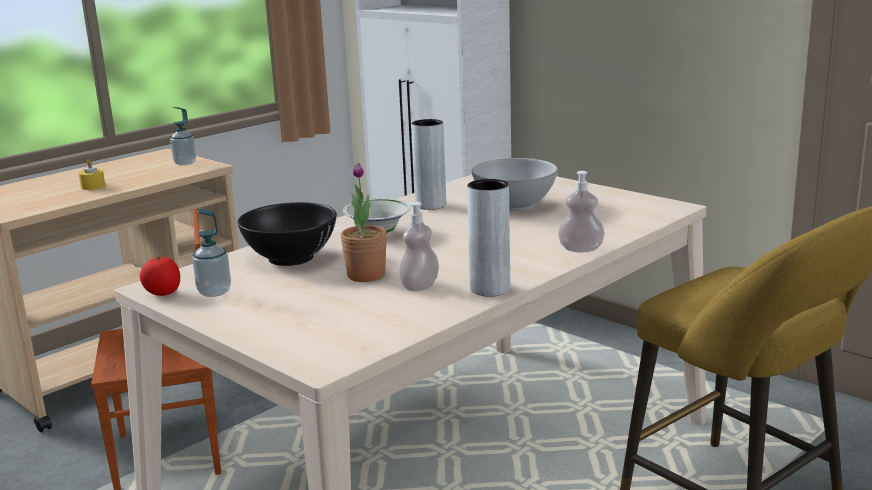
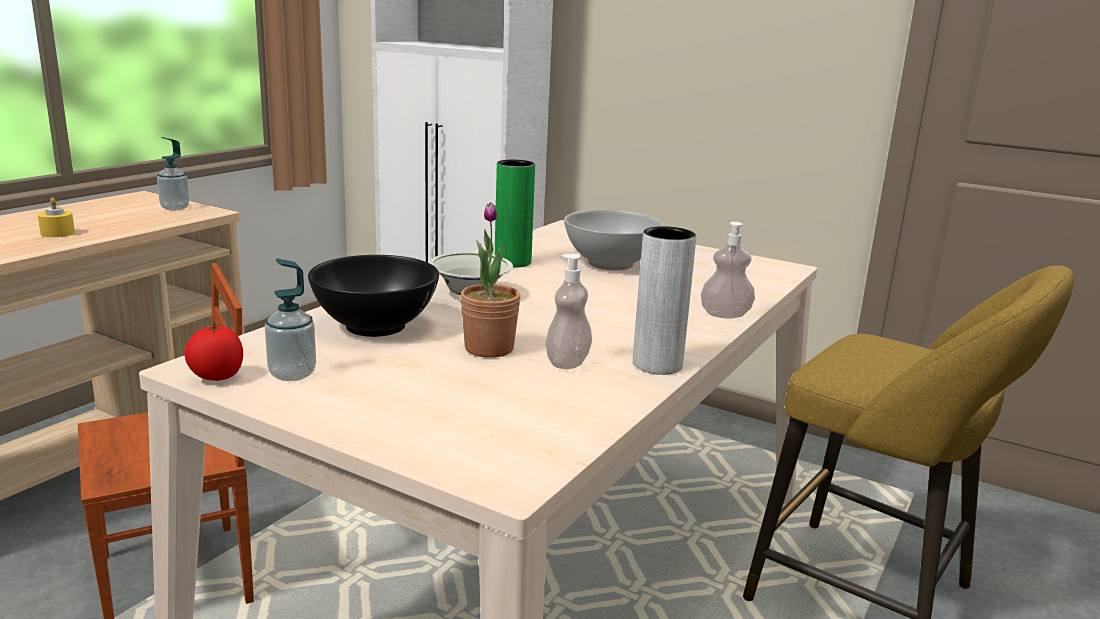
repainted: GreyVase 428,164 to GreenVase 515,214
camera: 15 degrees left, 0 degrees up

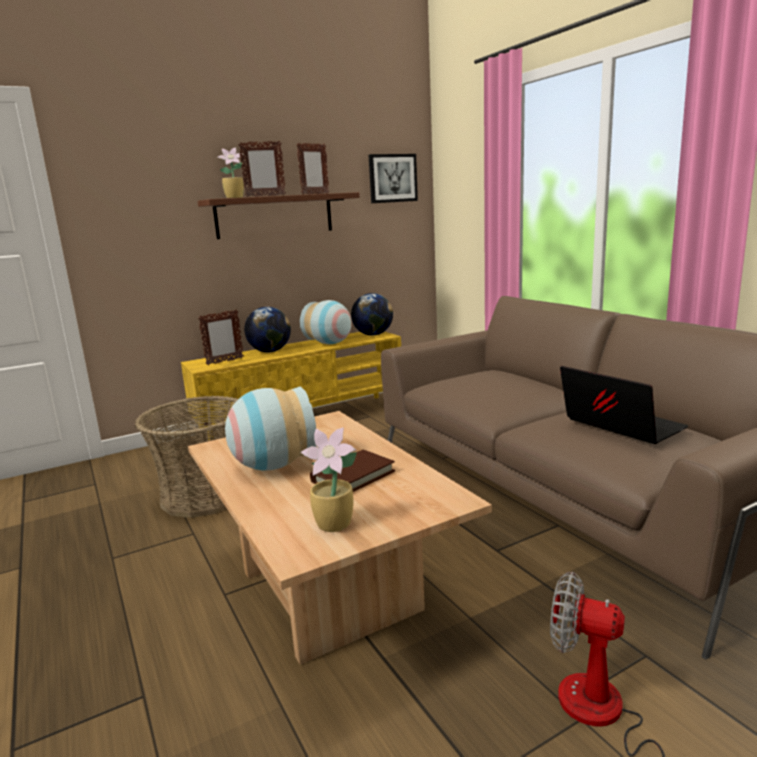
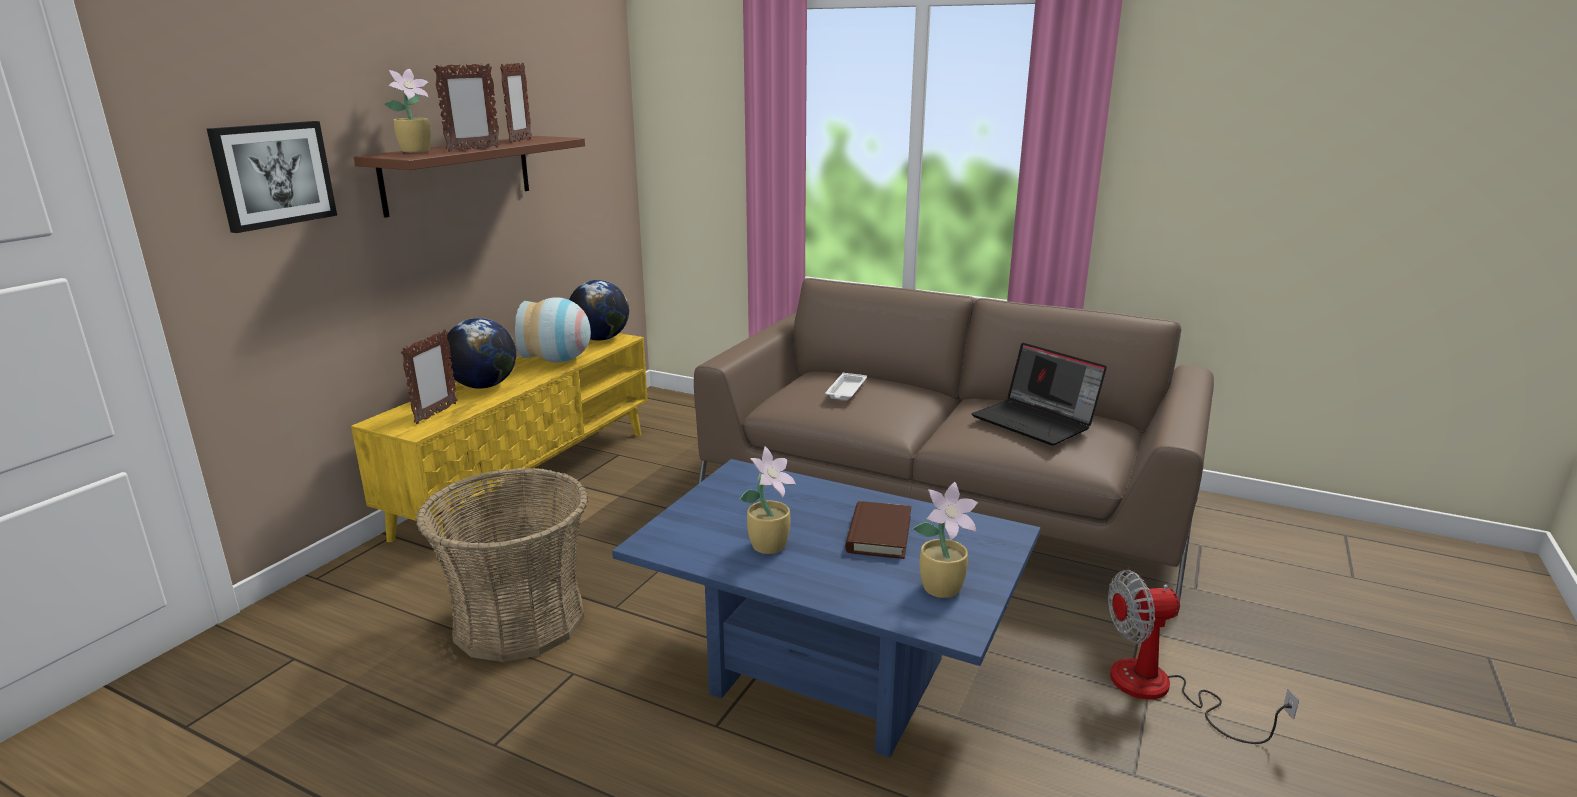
new: WhiteTray 846,386
shifted: Picture 393,178 to 272,177
swapped: Vase 271,429 to PottedPlant 768,500
repainted: BeigeCoffeeTable 340,538 to BlueCoffeeTable 826,608
rotated: Laptop 624,405 = 1039,394 150 degrees counterclockwise
camera: 35 degrees left, 5 degrees up

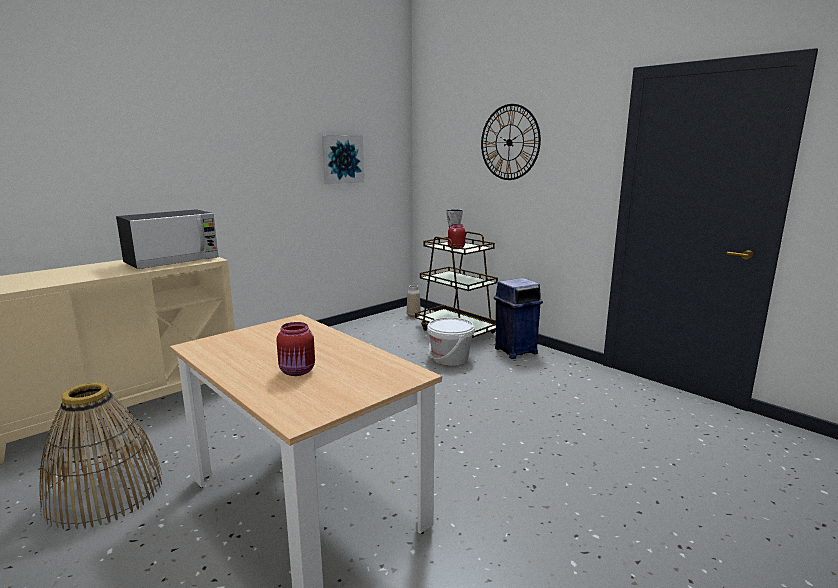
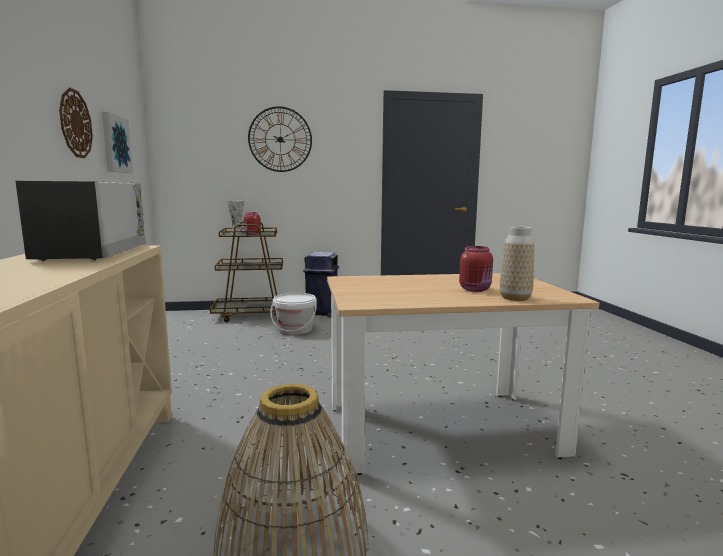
new: WallClock 76,122
shifted: Vase 414,301 to 517,263
camera: 55 degrees left, 5 degrees down

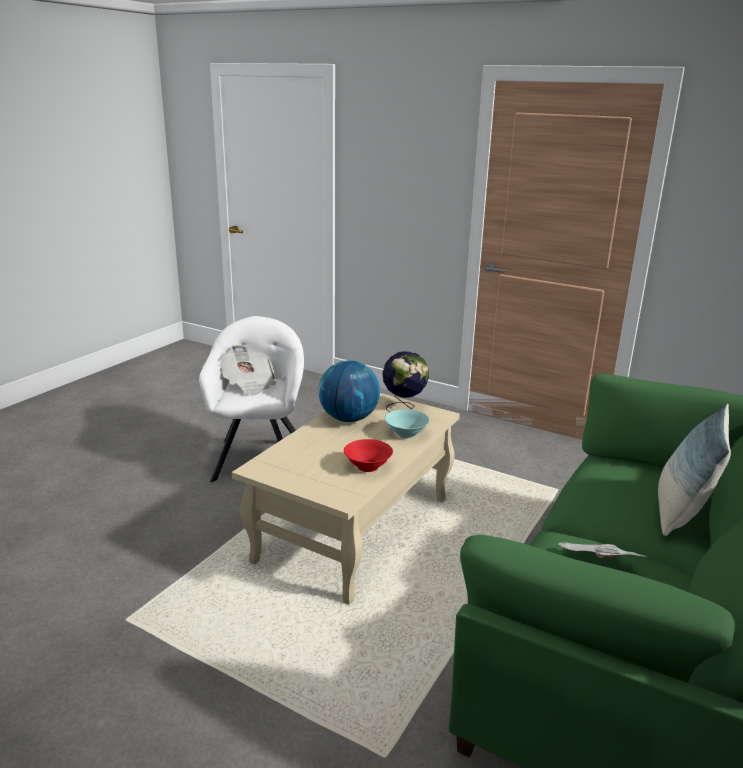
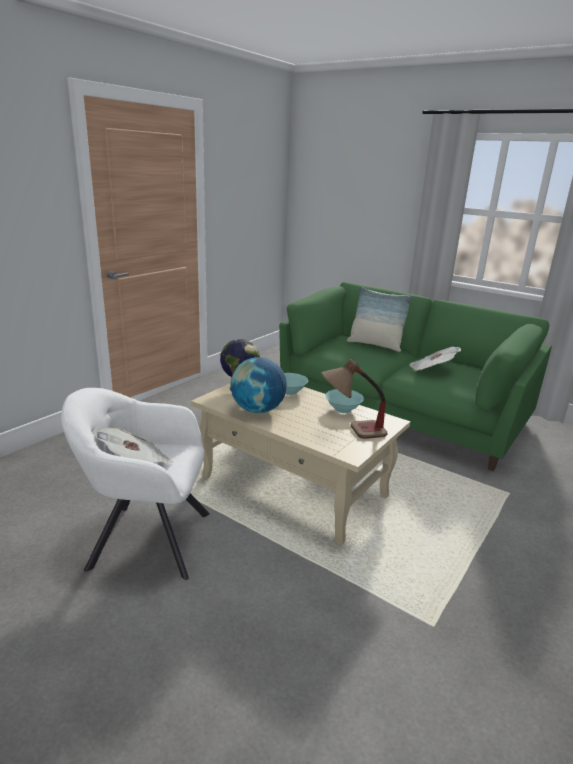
new: TableLamp 354,399
repainted: RedBowl 368,455 to TurquoiseBowl 344,401
camera: 85 degrees left, 0 degrees up

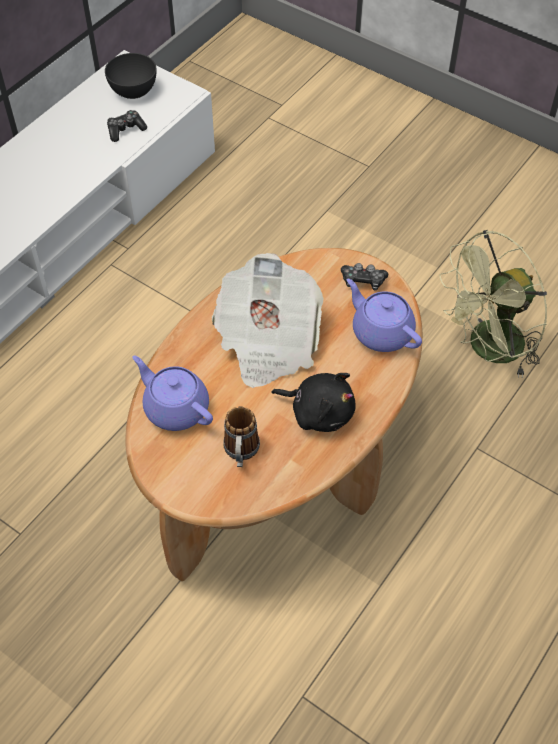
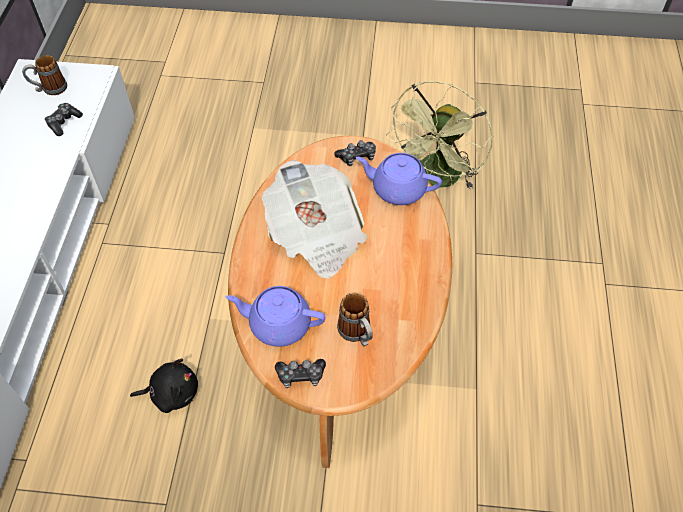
new: GameController 300,373
shifted: BlackPlushToy 313,402 to 164,386
swapped: GreyBowl 130,76 to Mug 44,75
camera: 30 degrees left, 0 degrees up

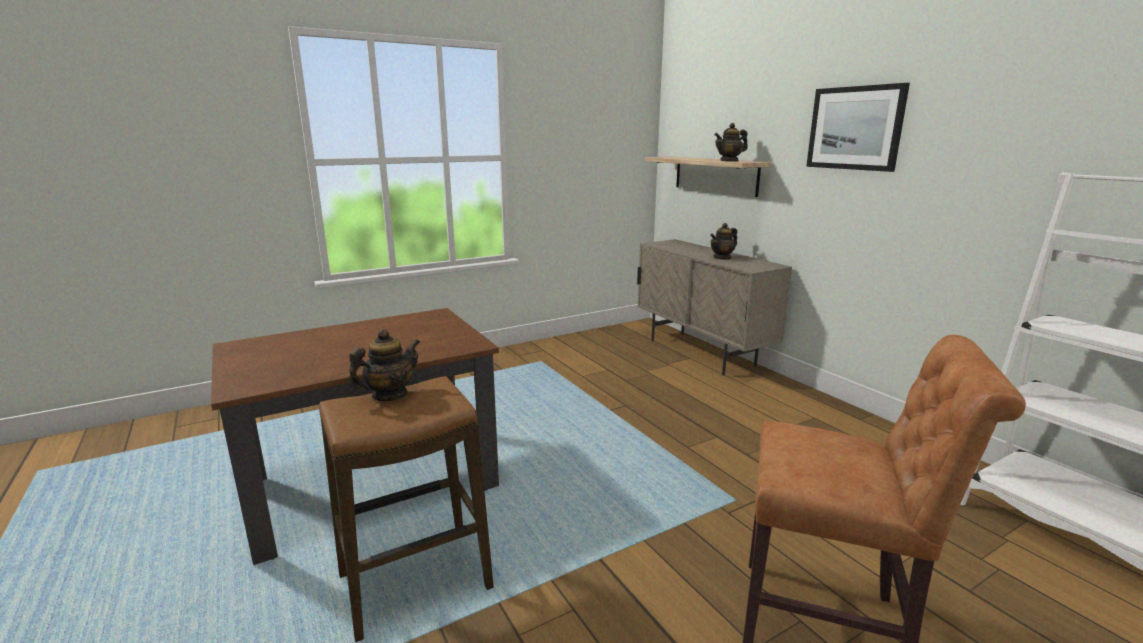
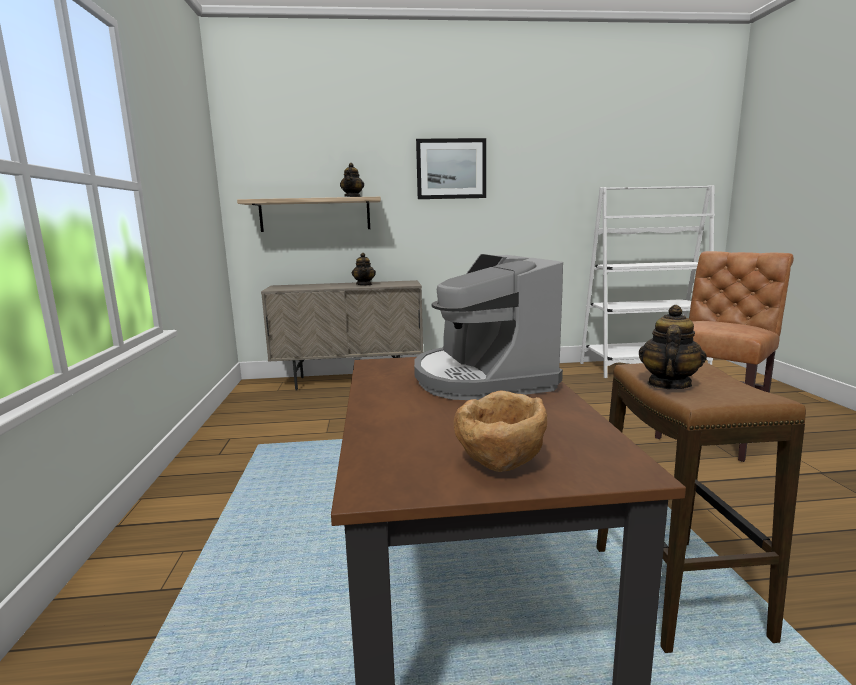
new: CoffeeMachine 488,327; BrownBowl 500,431
rotated: Teapot 384,365 = 673,347 45 degrees clockwise
camera: 65 degrees left, 5 degrees down

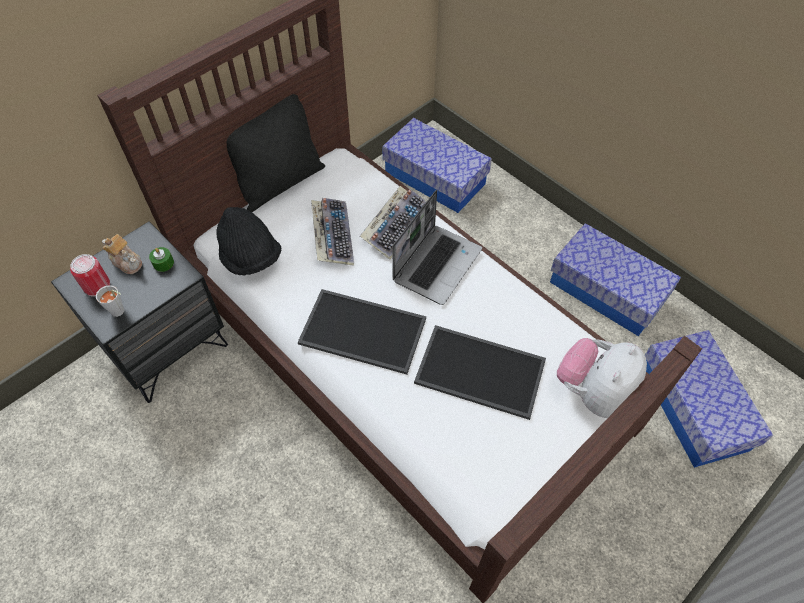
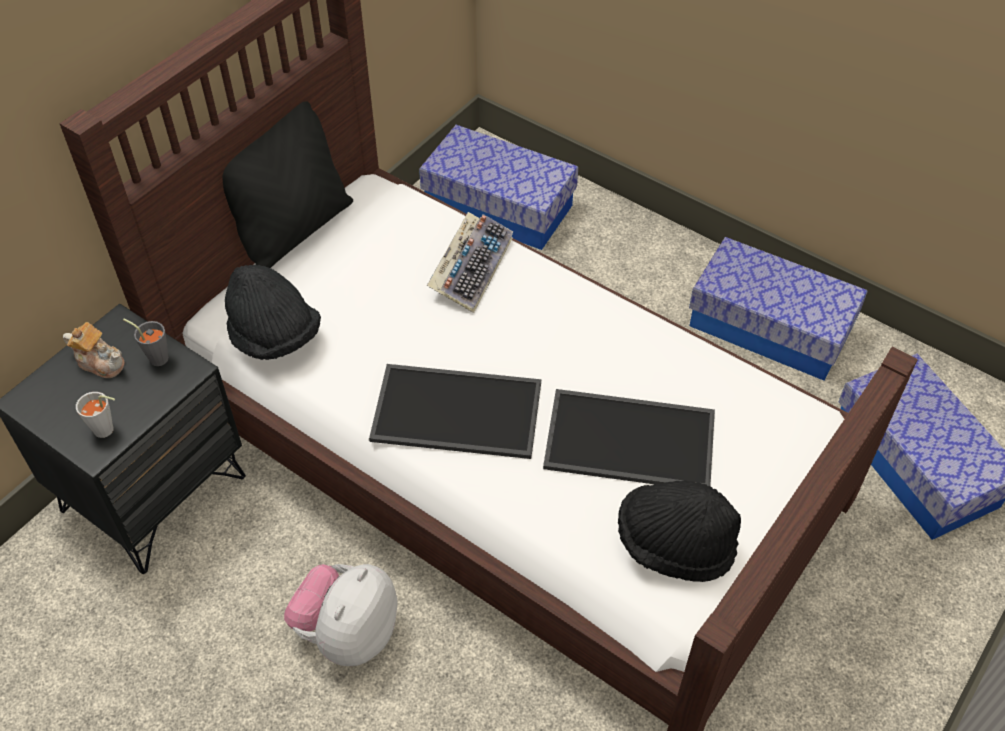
gone: Can 90,275; Keyboard 332,231; Laptop 437,247
new: BlackHat 679,531
shifted: PlushToy 602,378 to 341,615
swapped: GreenCandle 161,259 to GreyCup 146,342
camera: 10 degrees left, 5 degrees down

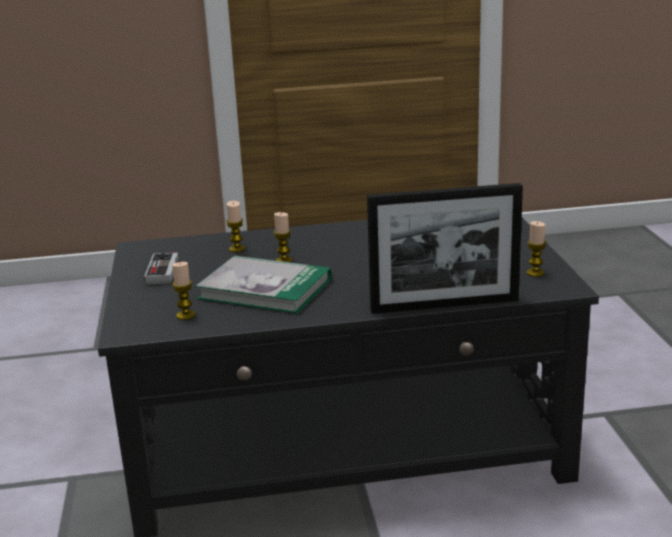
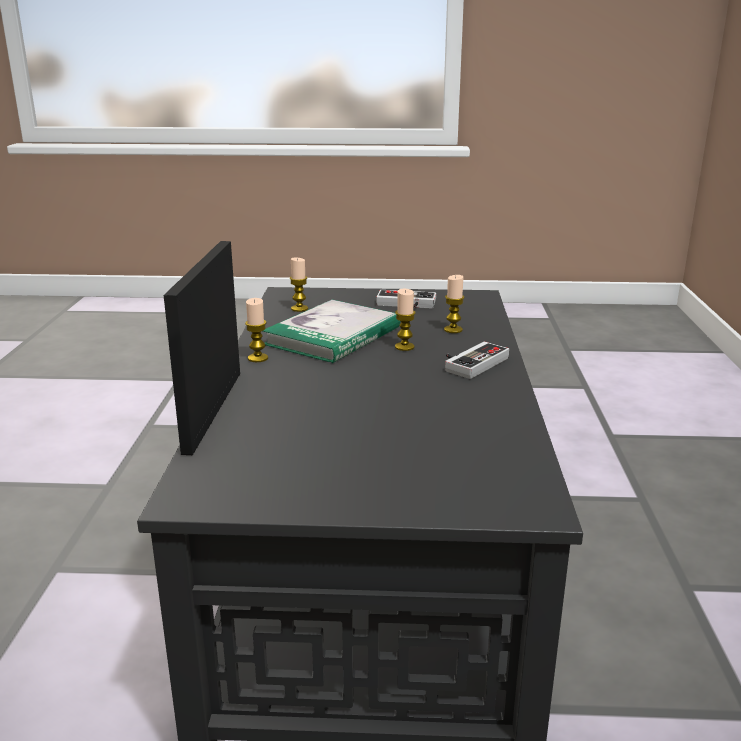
new: GameController 477,360
shifted: Candle 536,249 to 256,330
camera: 100 degrees right, 0 degrees up

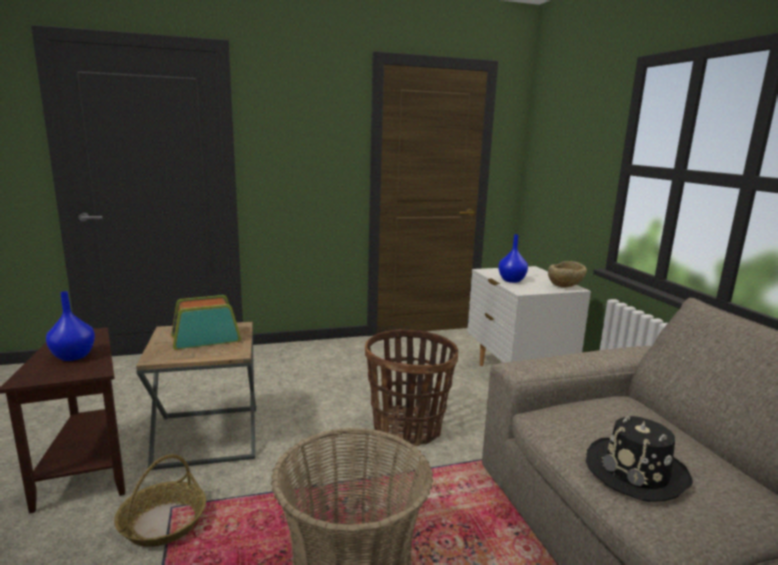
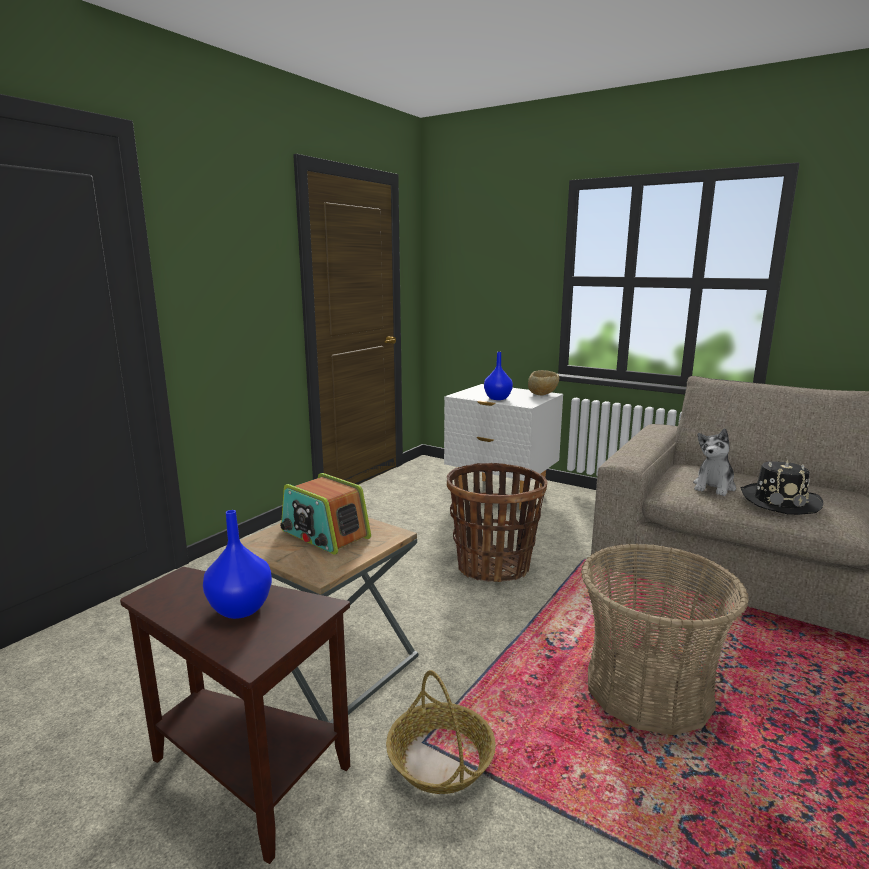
new: PlushToy 714,462
rotated: Radio 206,322 = 325,513 75 degrees counterclockwise
camera: 40 degrees left, 0 degrees up

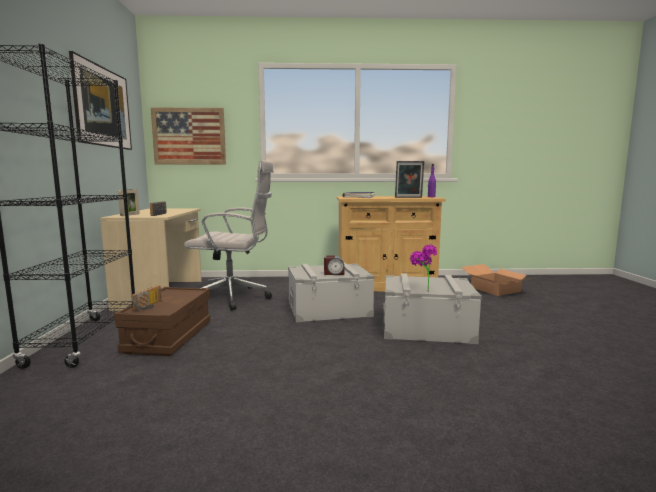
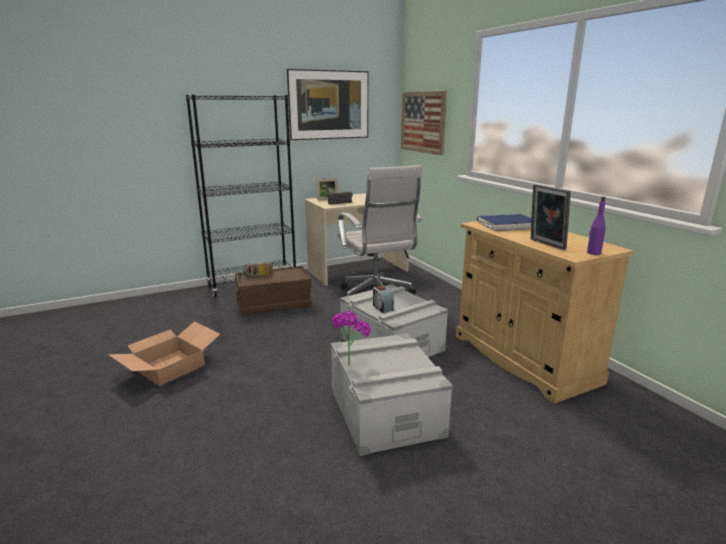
shifted: CardboardBox 498,280 to 164,353
camera: 65 degrees right, 10 degrees up

